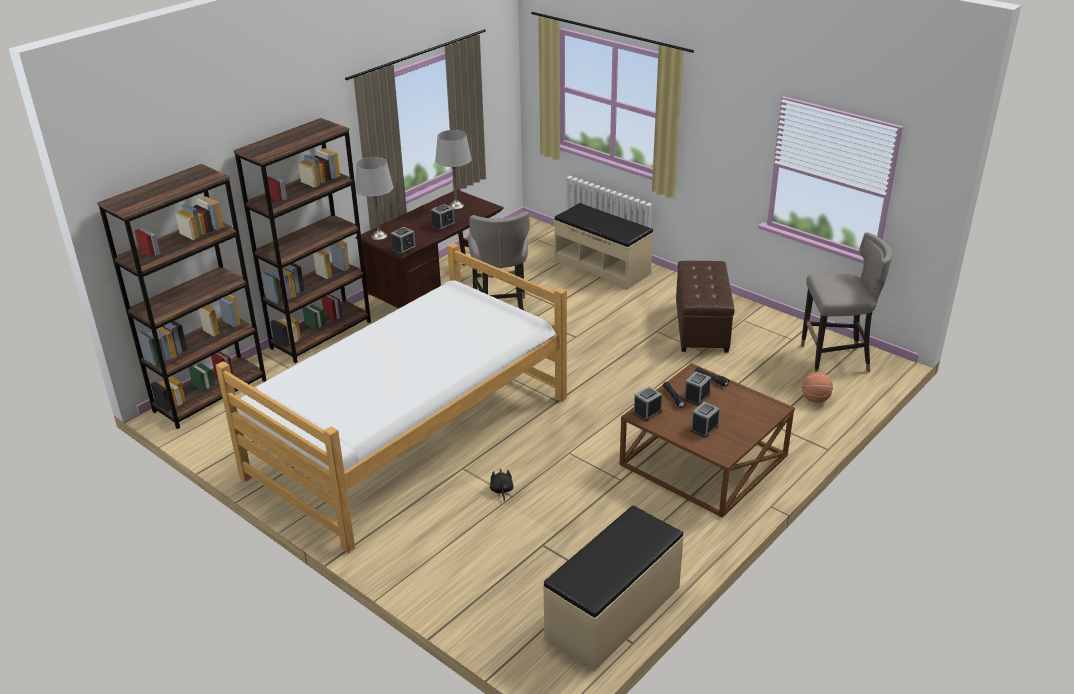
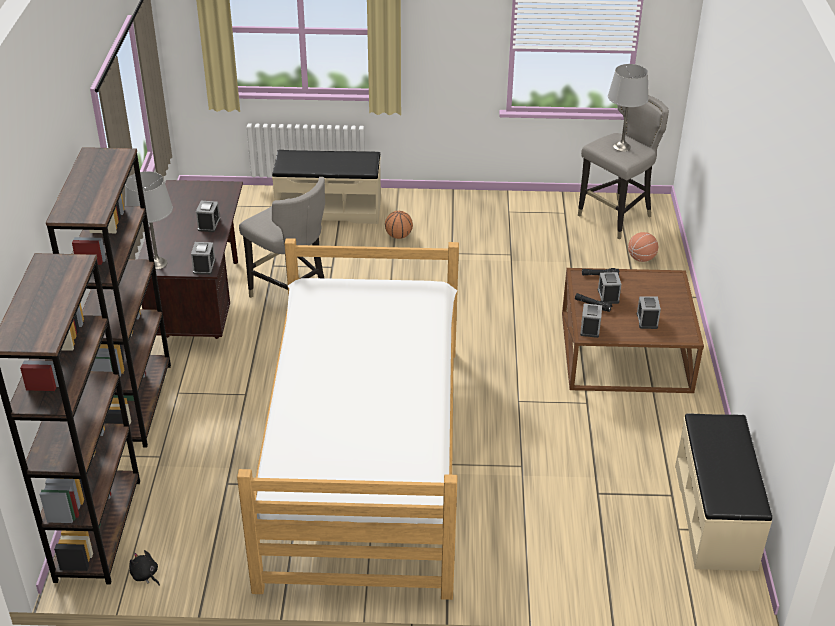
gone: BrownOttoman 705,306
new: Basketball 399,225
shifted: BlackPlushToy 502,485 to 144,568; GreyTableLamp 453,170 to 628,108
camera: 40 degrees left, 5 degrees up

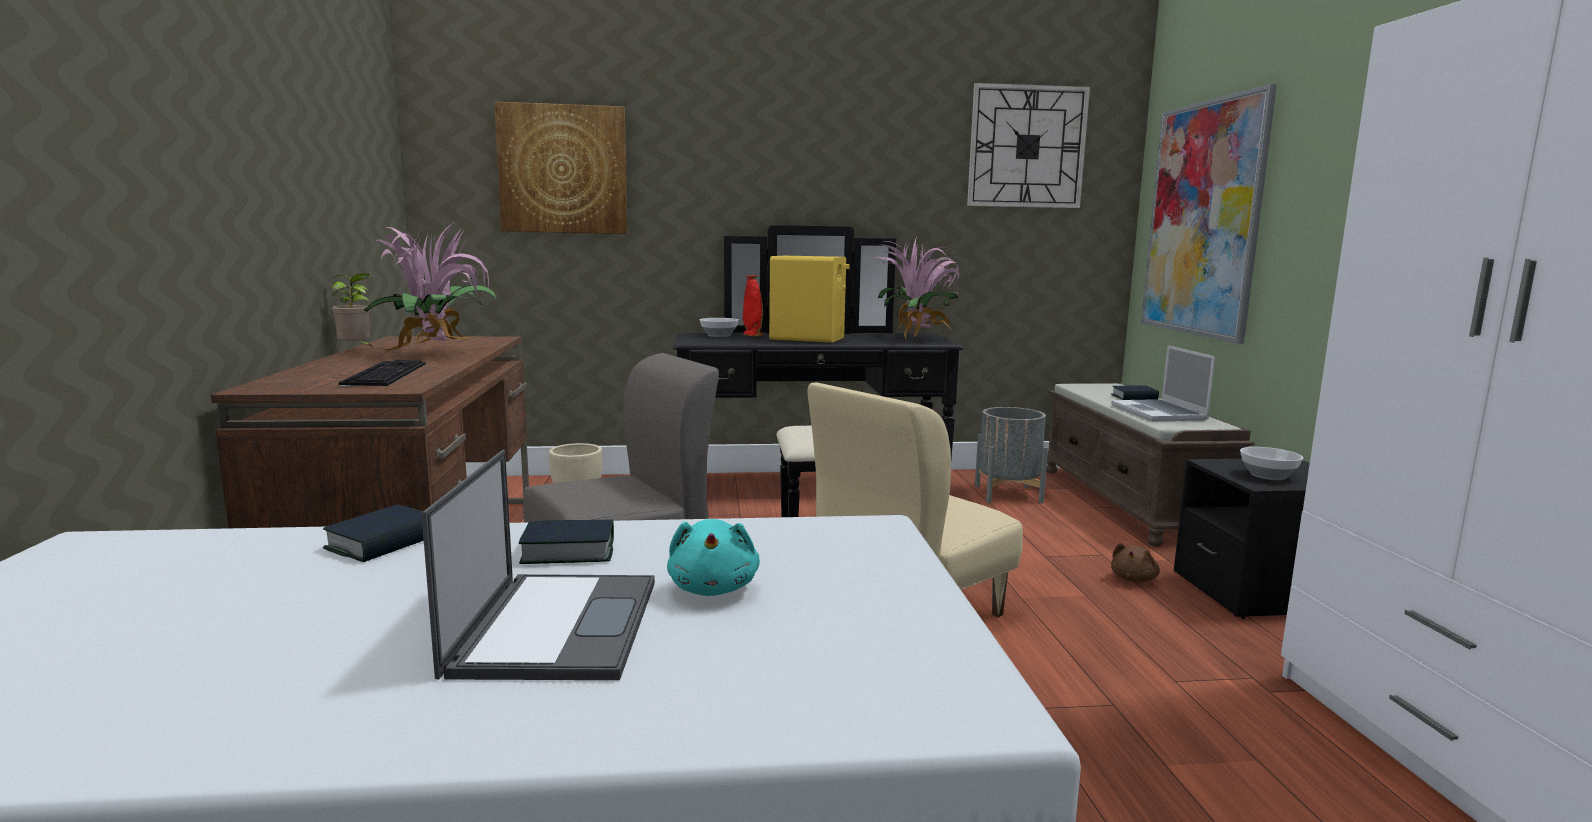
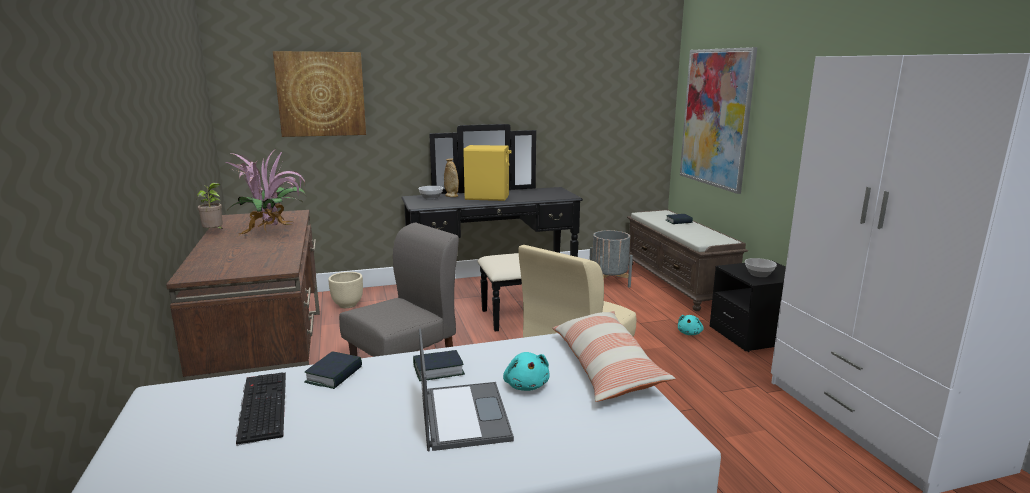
gone: PottedPlant 917,289; WallClock 1028,145; Laptop 1163,383
new: Pillow 614,356
shifted: Keyboard 382,373 to 261,409
repainted: RedVase 753,305 to BeigeVase 451,178; BrownPlushToy 1135,562 to TurquoisePlushToy 691,325
camera: 10 degrees left, 5 degrees up

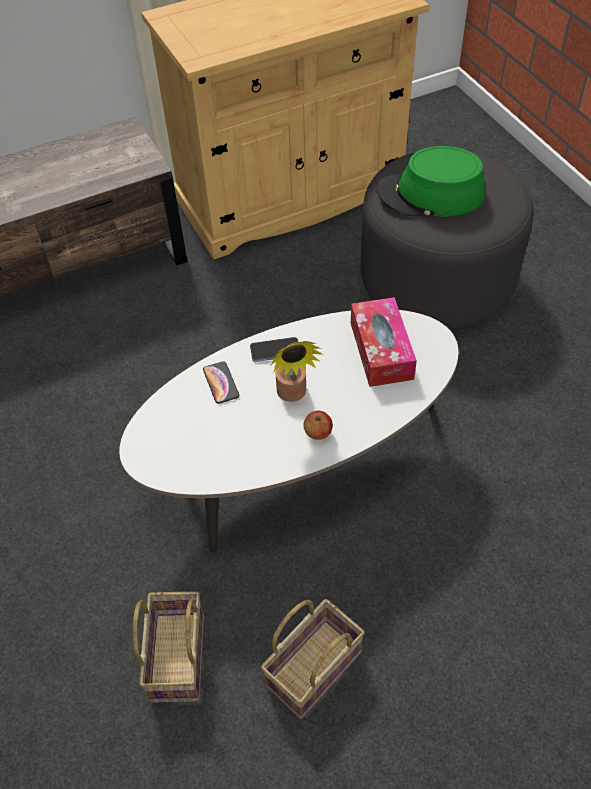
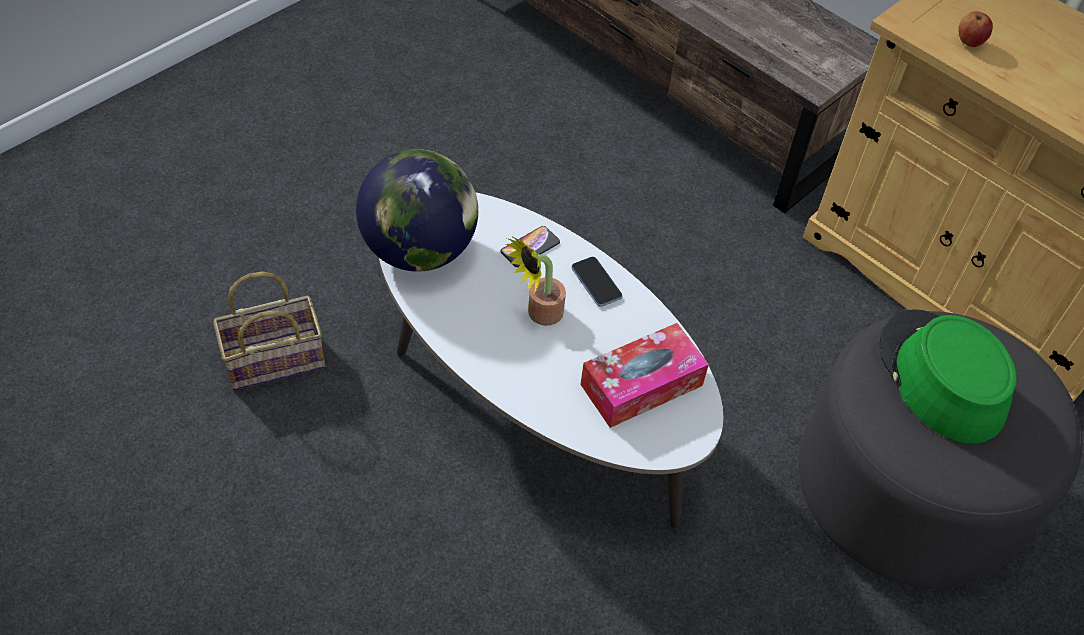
gone: Basket 313,659
new: Globe 417,210
shifted: Apple 318,425 to 975,29
camera: 65 degrees right, 0 degrees up

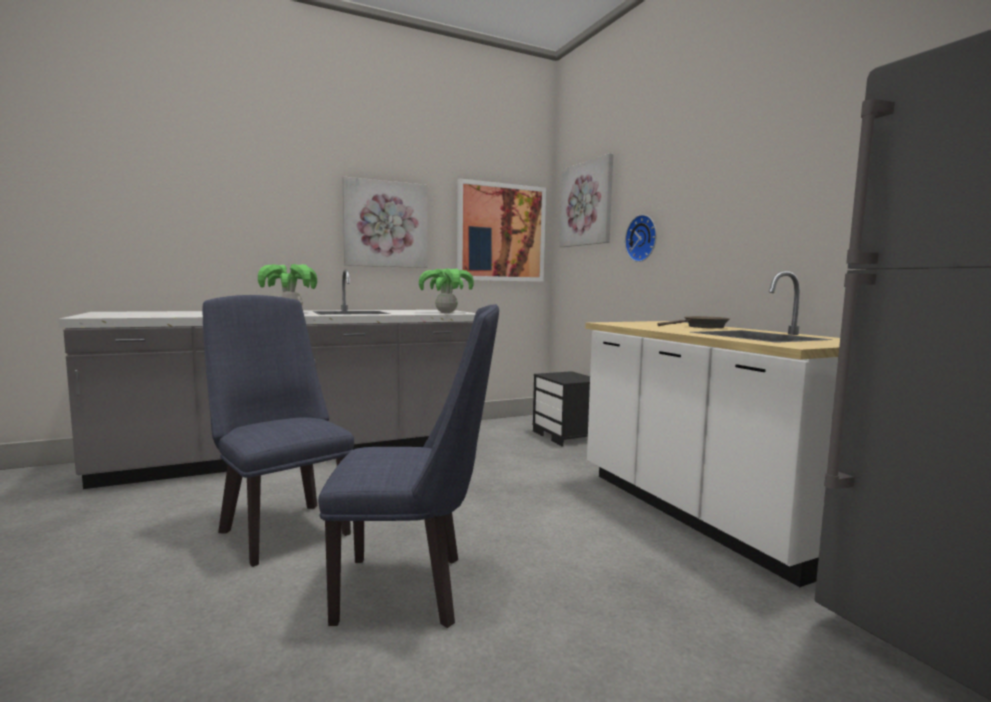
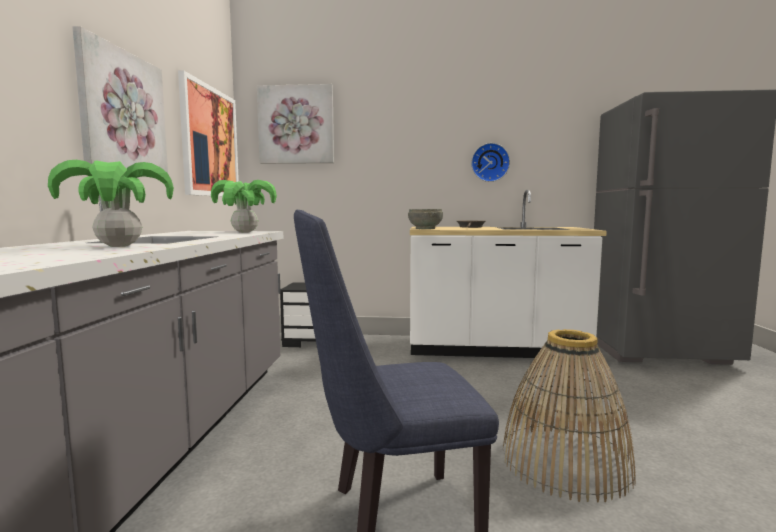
new: GreyBowl 425,219
shifted: WallClock 641,238 to 490,162
swapped: BlueChair 408,466 to Basket 569,415
camera: 60 degrees left, 0 degrees up

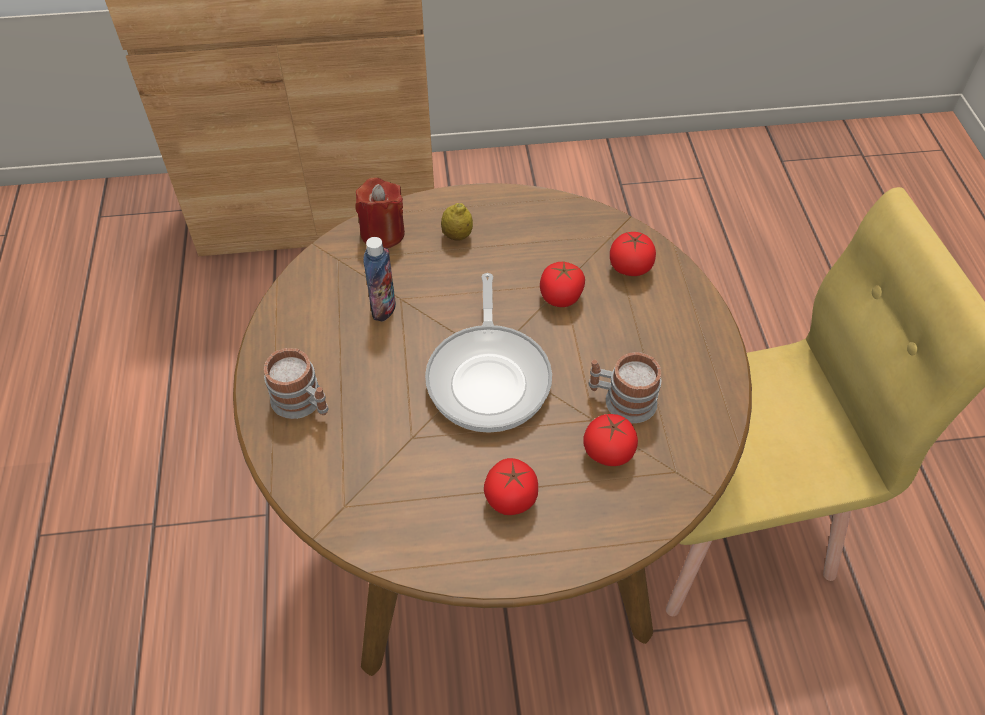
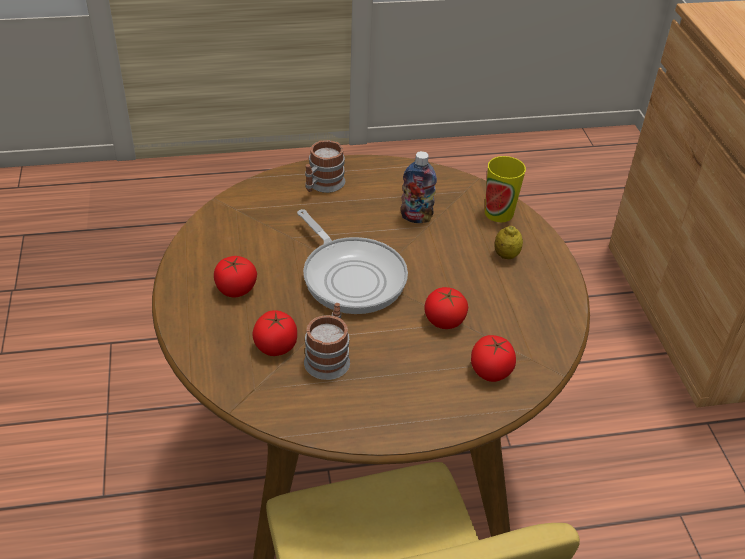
swapped: RedCandle 380,213 to Cup 505,189
rotated: FryingPan 488,353 = 352,261 120 degrees counterclockwise
camera: 85 degrees right, 10 degrees down

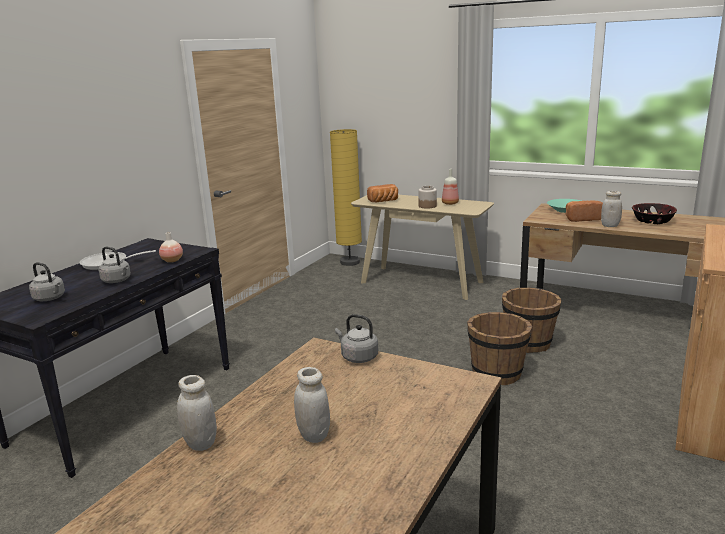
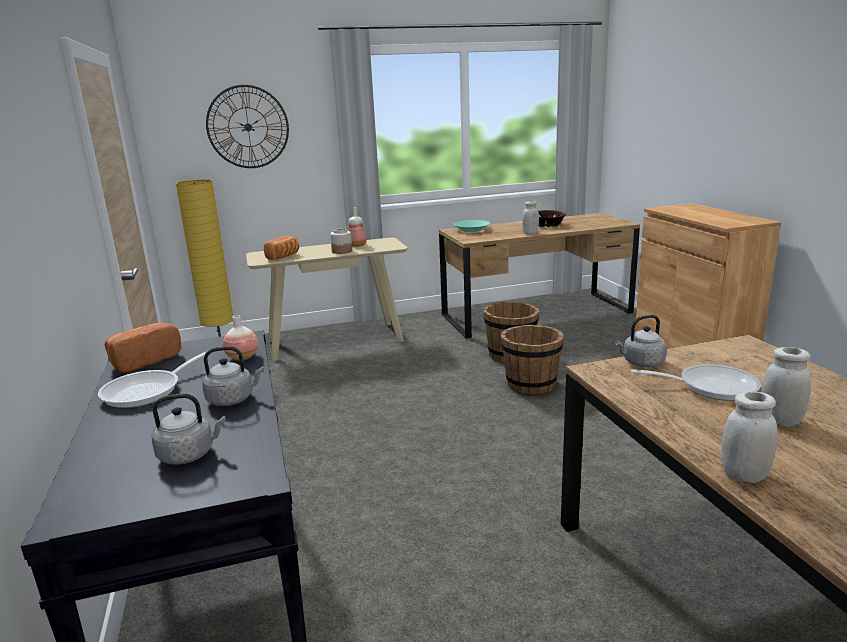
new: WallClock 247,126; FryingPan 696,382
shifted: Bread 584,211 to 143,348
camera: 45 degrees left, 0 degrees up

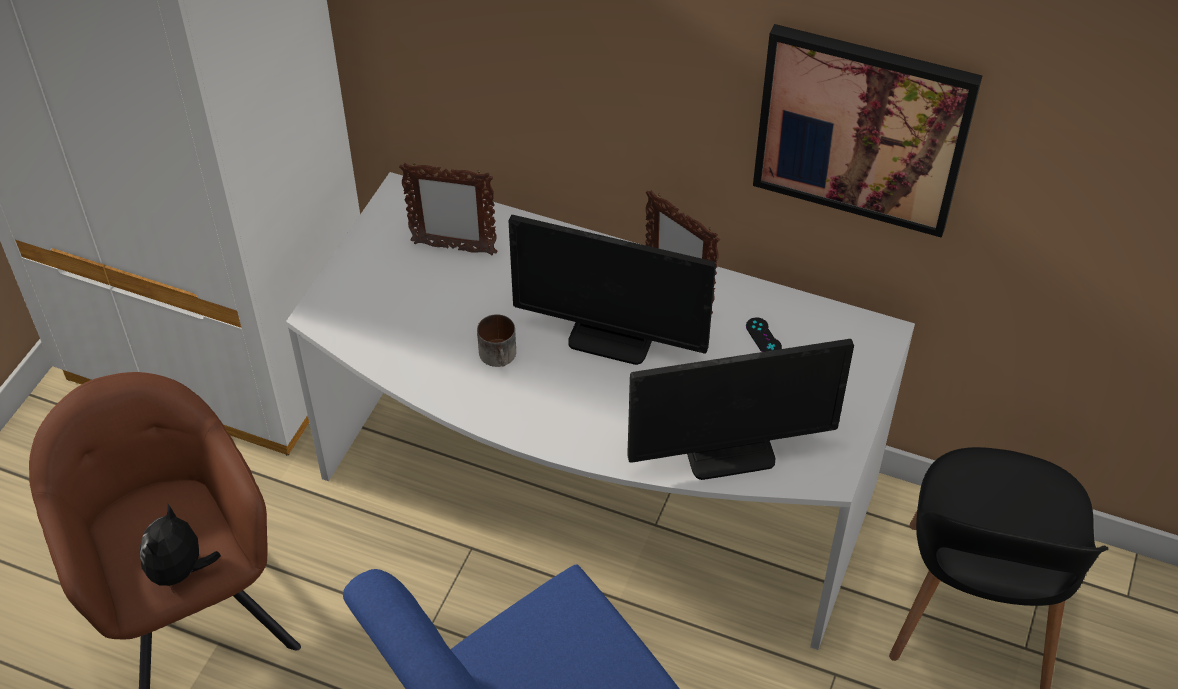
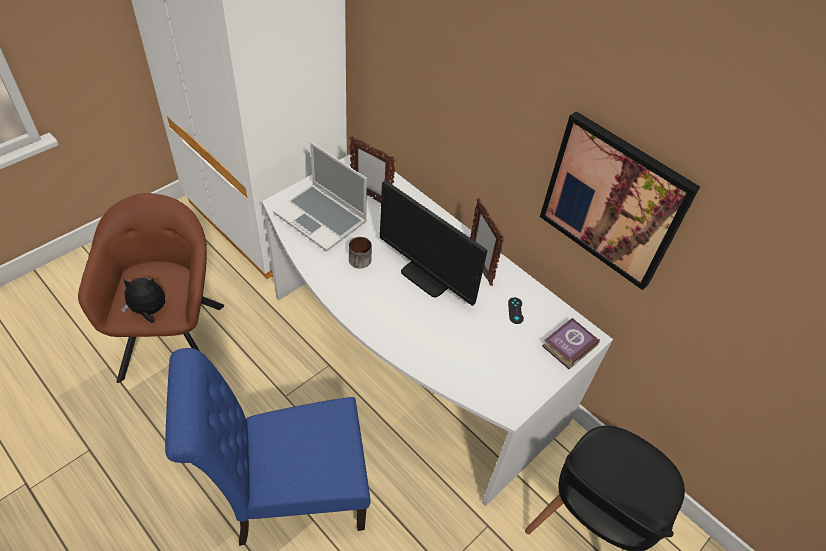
gone: Monitor 740,409
new: Laptop 320,197; Book 571,343
rotated: PlushToy 180,549 = 143,300 45 degrees clockwise
camera: 20 degrees right, 0 degrees up

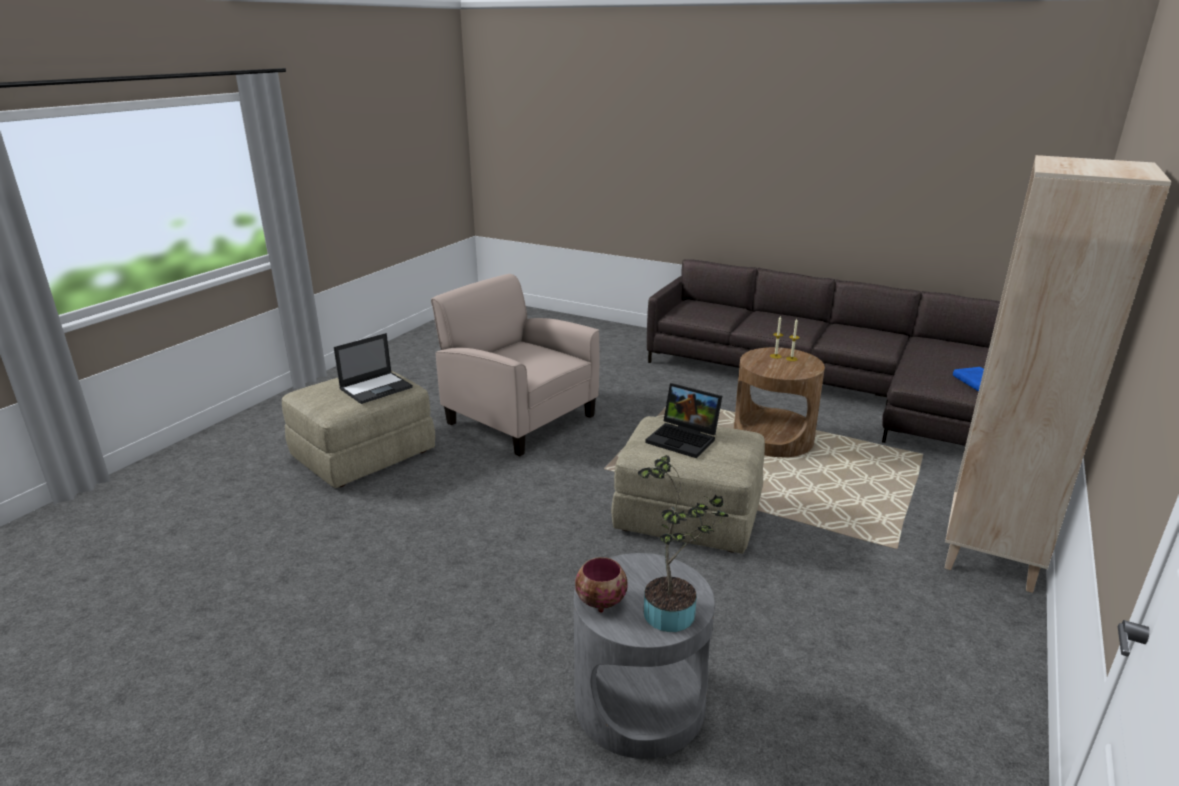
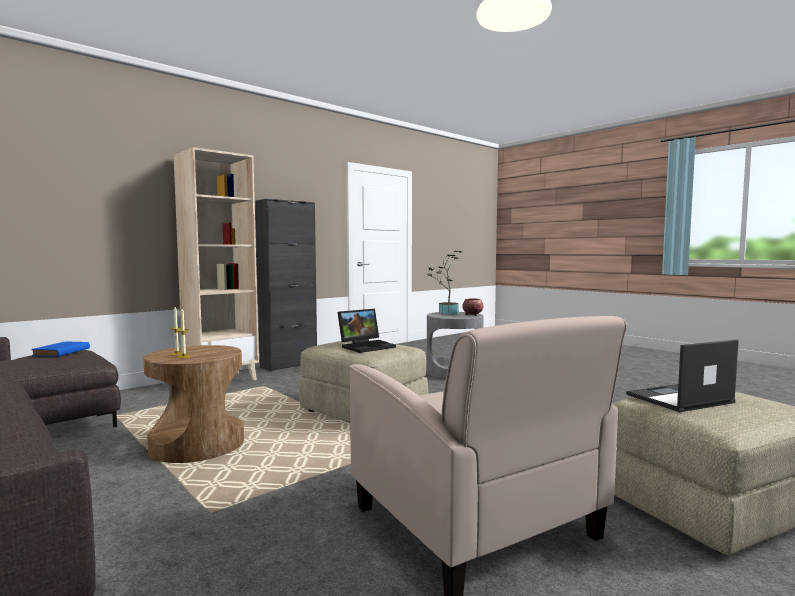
new: BlackCabinet 286,285
rotated: Laptop 683,420 = 367,331 90 degrees clockwise
camera: 160 degrees left, 20 degrees down

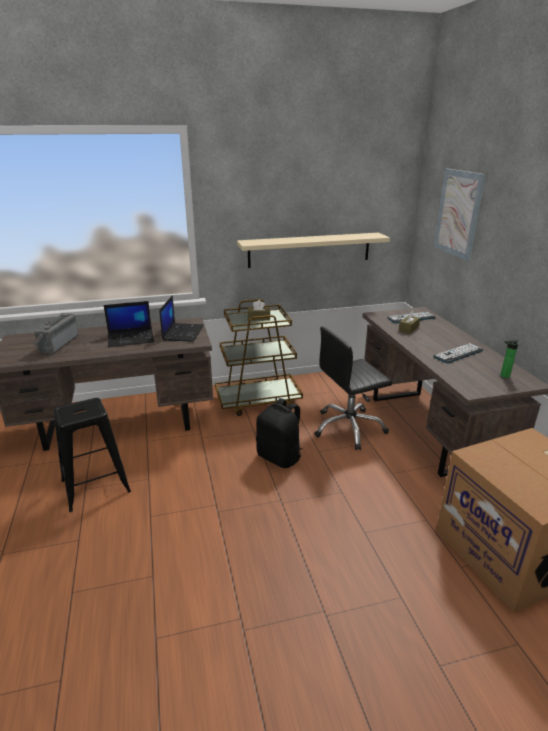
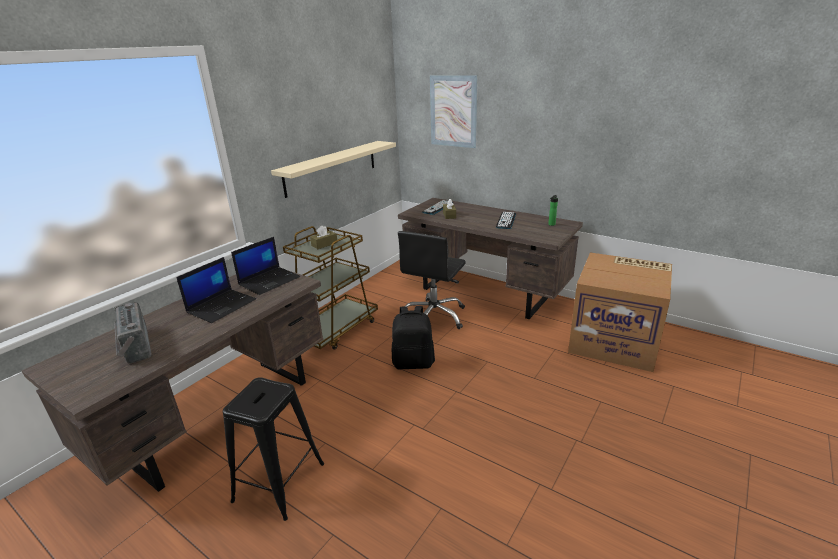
rotated: Laptop 181,318 = 265,266 75 degrees clockwise
camera: 40 degrees left, 0 degrees up

